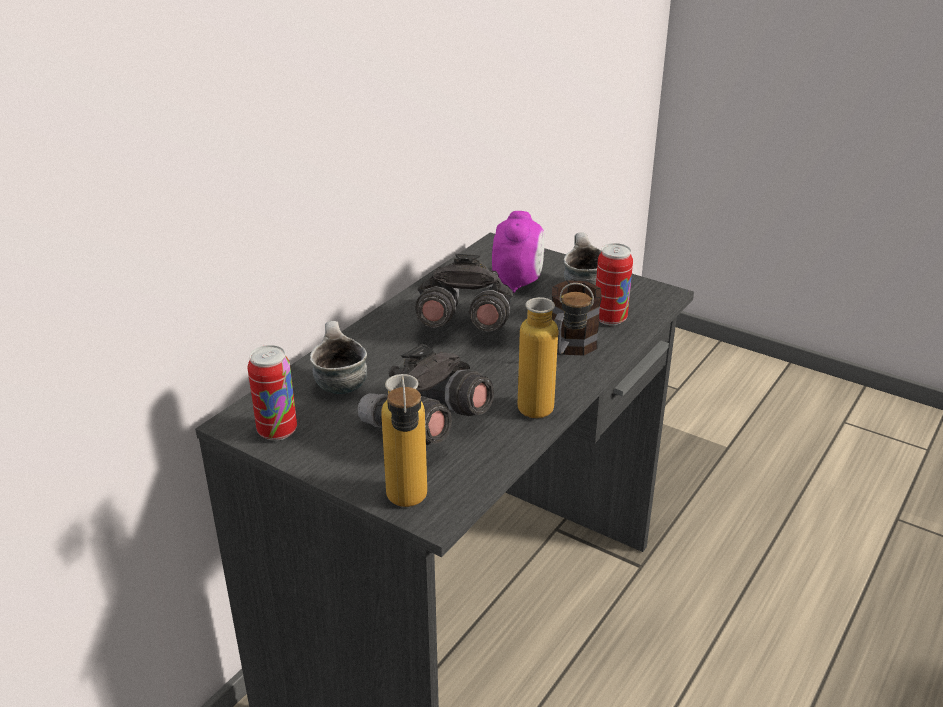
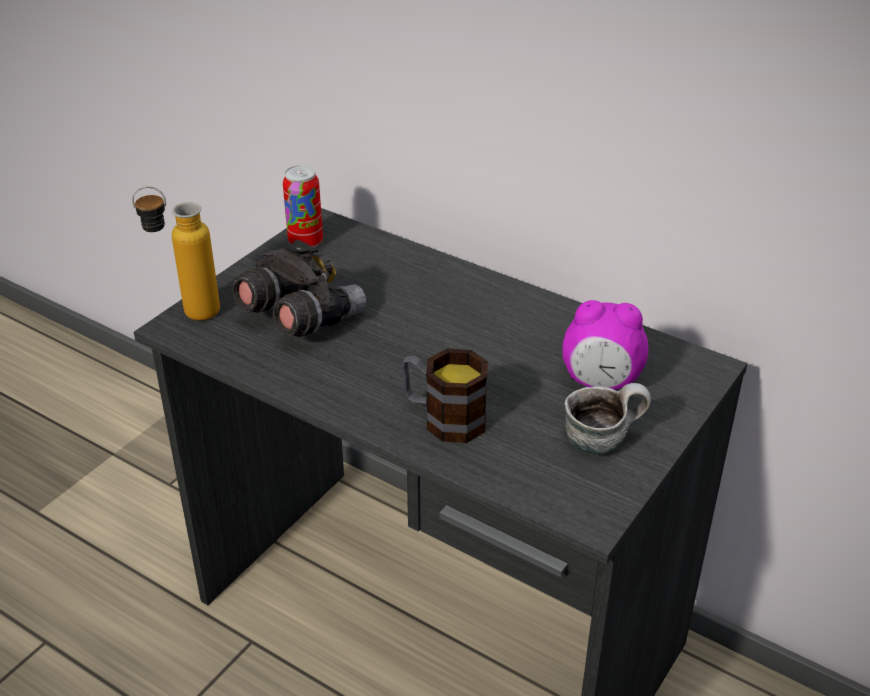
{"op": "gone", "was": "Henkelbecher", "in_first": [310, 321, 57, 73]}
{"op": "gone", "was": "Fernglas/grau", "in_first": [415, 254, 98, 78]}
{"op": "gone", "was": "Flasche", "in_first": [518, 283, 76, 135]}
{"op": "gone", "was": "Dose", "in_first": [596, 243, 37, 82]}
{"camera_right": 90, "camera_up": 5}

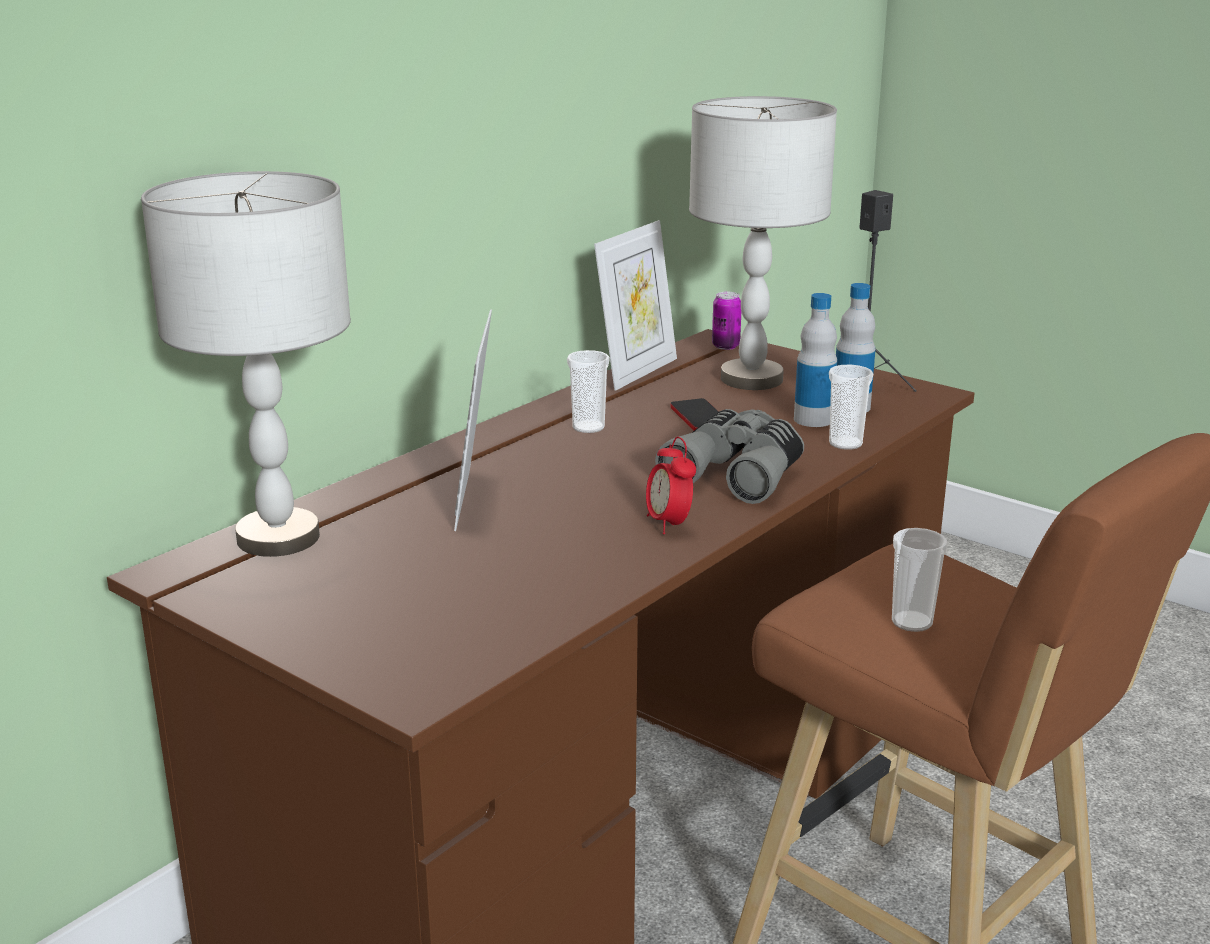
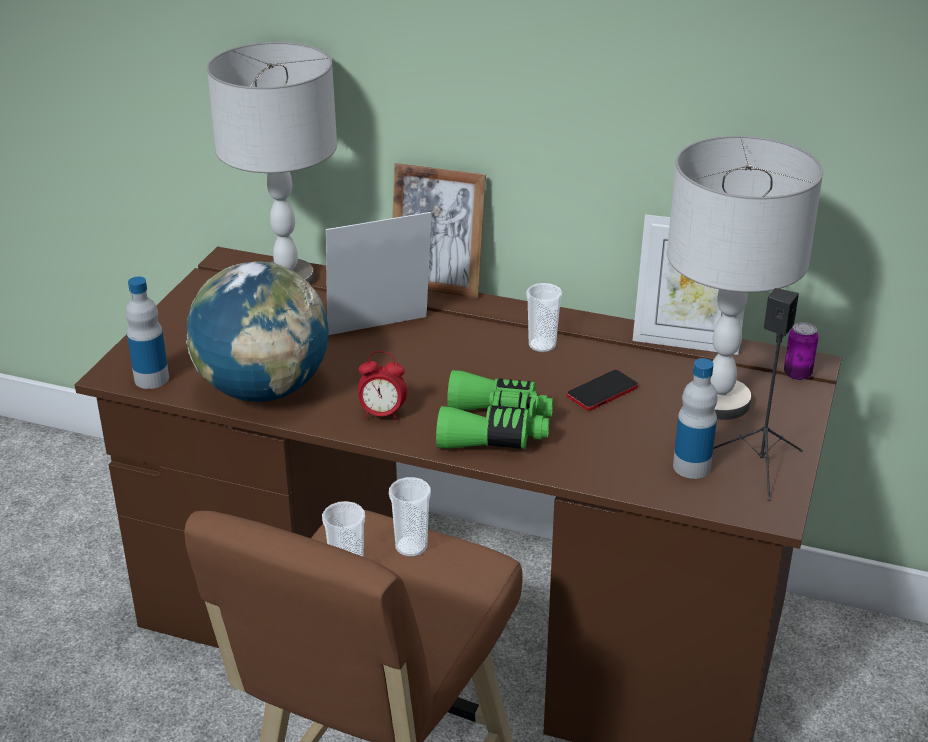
{"op": "new", "now": "Globus", "in_second": [186, 261, 143, 141]}
{"op": "new", "now": "Bilderrahmen", "in_second": [392, 163, 94, 135]}
{"op": "shifted", "was": "Flasche", "in_first": [794, 293, 43, 134], "in_second": [126, 276, 43, 113]}
{"op": "shifted", "was": "Tasse", "in_first": [829, 365, 44, 85], "in_second": [389, 477, 42, 80]}
{"op": "repainted", "was": "Fernglas/grau", "now": "Fernglas/grün", "in_first": [655, 409, 149, 95], "in_second": [436, 370, 117, 79]}
{"op": "rotated", "was": "Wecker", "in_first": [646, 437, 50, 97], "in_second": [358, 351, 49, 71], "clockwise": -135}
{"camera_right": 70, "camera_up": 10}

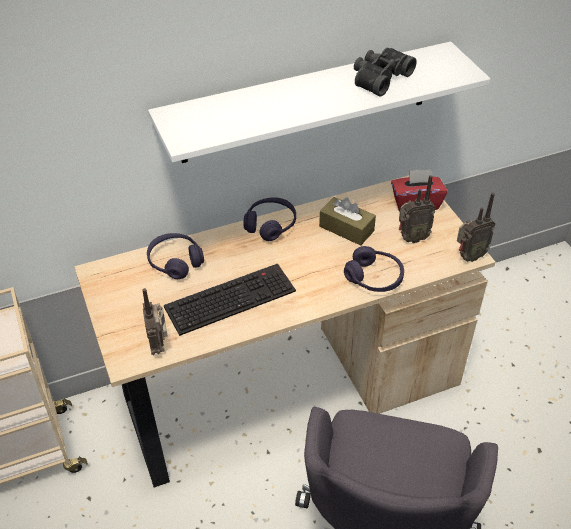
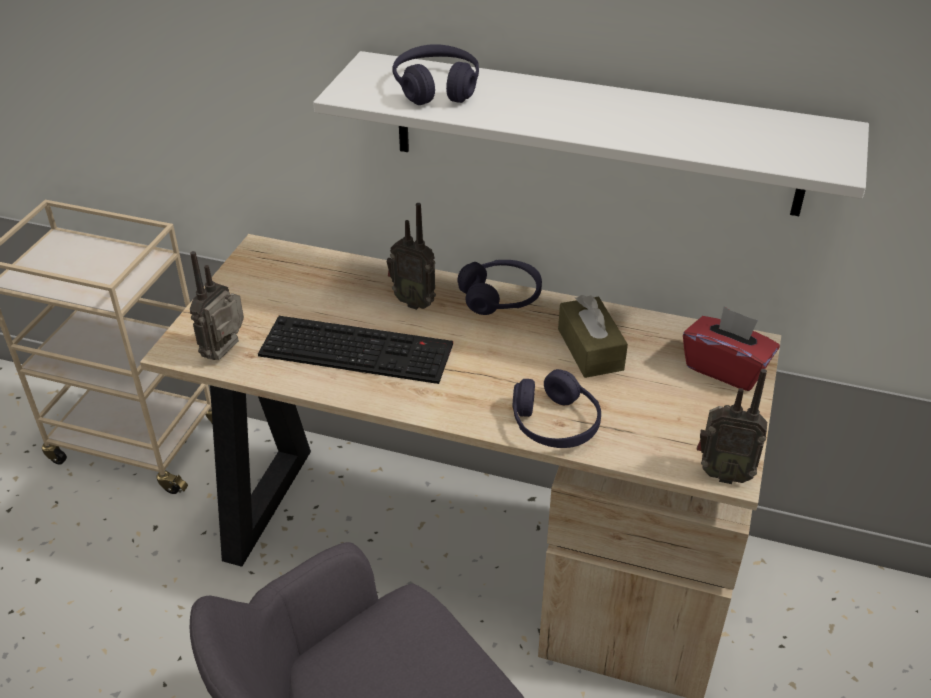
{"op": "gone", "was": "Fernglas/schwarz", "in_first": [354, 48, 63, 49]}
{"op": "shifted", "was": "Kopfhörer/lila", "in_first": [147, 233, 57, 46], "in_second": [392, 44, 87, 61]}
{"op": "shifted", "was": "Radio", "in_first": [399, 175, 36, 68], "in_second": [387, 203, 49, 107]}
{"camera_right": 40, "camera_up": -5}

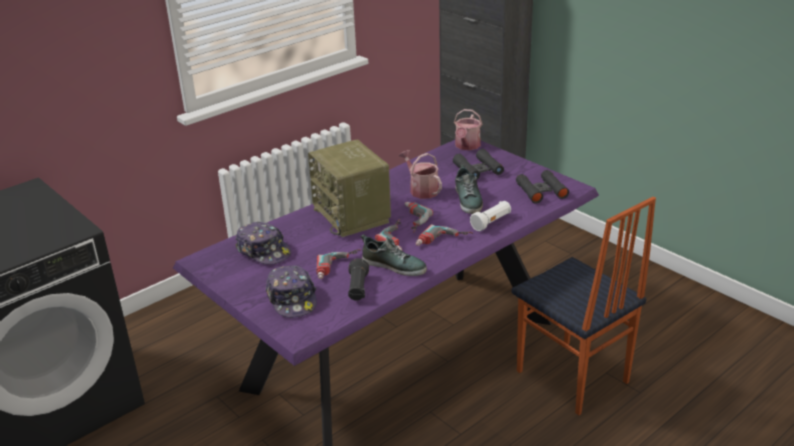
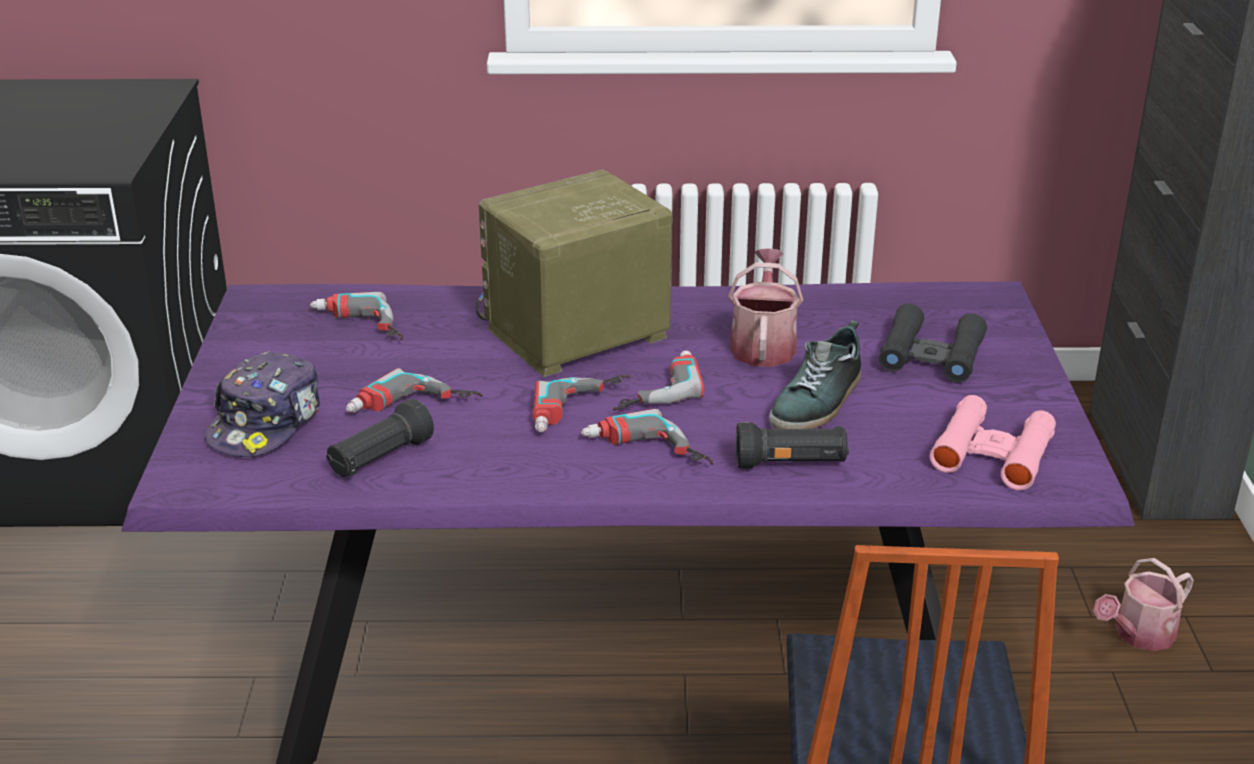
{"op": "gone", "was": "Schuh", "in_first": [361, 234, 66, 42]}
{"op": "shifted", "was": "Gießkanne", "in_first": [454, 109, 28, 41], "in_second": [1093, 558, 101, 93]}
{"op": "swapped", "was": "Kappe", "now": "Bohrmaschine", "in_first": [235, 222, 56, 43], "in_second": [310, 292, 93, 48]}
{"op": "repainted", "was": "Taschenlampe/weiß", "now": "Taschenlampe/schwarz", "in_first": [470, 201, 41, 30], "in_second": [736, 422, 113, 46]}
{"op": "repainted", "was": "Fernglas/schwarz", "now": "Fernglas/rosa", "in_first": [516, 170, 53, 34], "in_second": [929, 395, 127, 95]}
{"op": "rotated", "was": "Radio", "in_first": [308, 139, 83, 98], "in_second": [475, 169, 198, 208], "clockwise": 45}
{"camera_right": 40, "camera_up": 0}

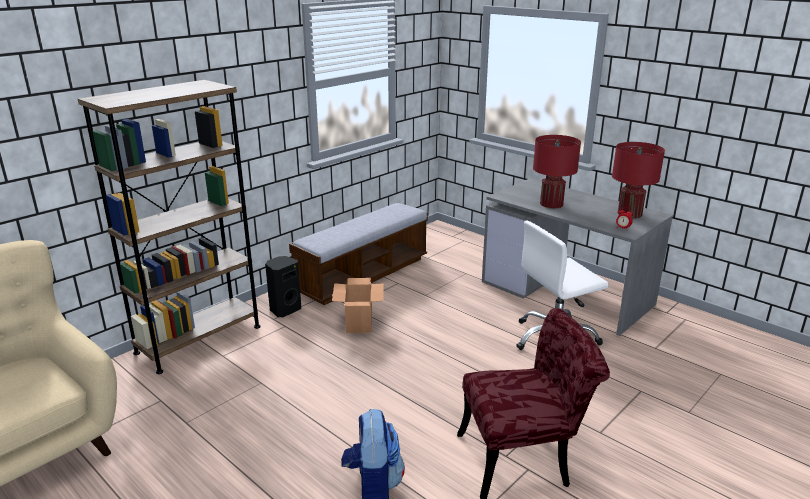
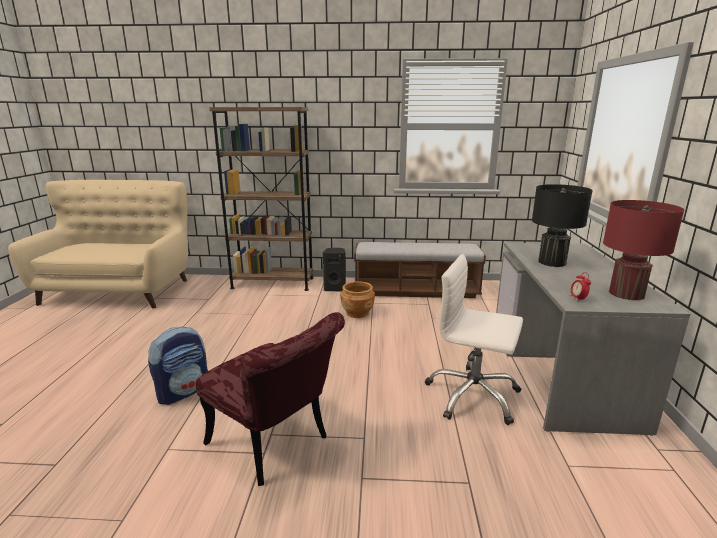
{"op": "swapped", "was": "Karton", "now": "Pflanzkübel/braun", "in_first": [332, 278, 52, 55], "in_second": [340, 281, 35, 37]}
{"op": "repainted", "was": "Tischlampe/rot", "now": "Tischlampe/schwarz", "in_first": [533, 135, 48, 73], "in_second": [532, 184, 61, 83]}
{"camera_right": 50, "camera_up": -5}

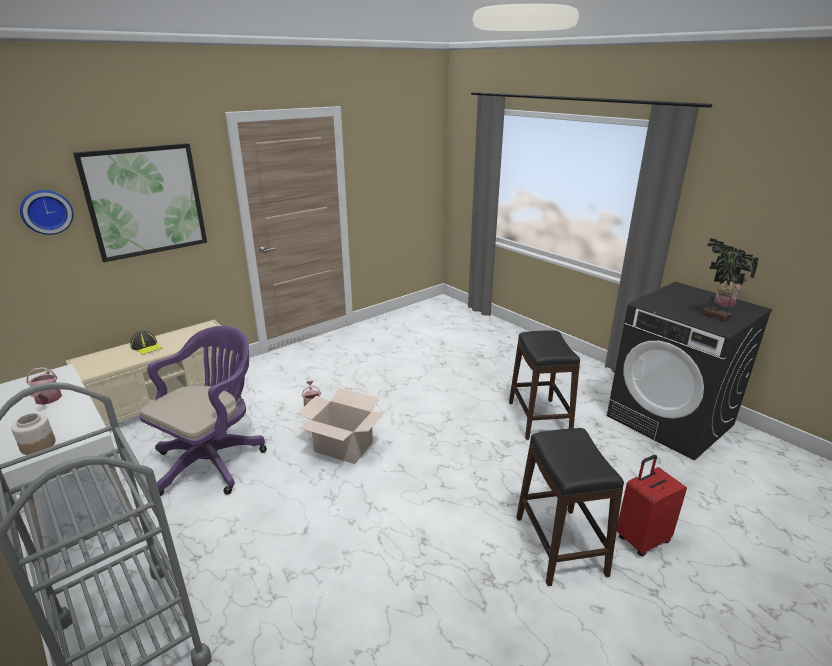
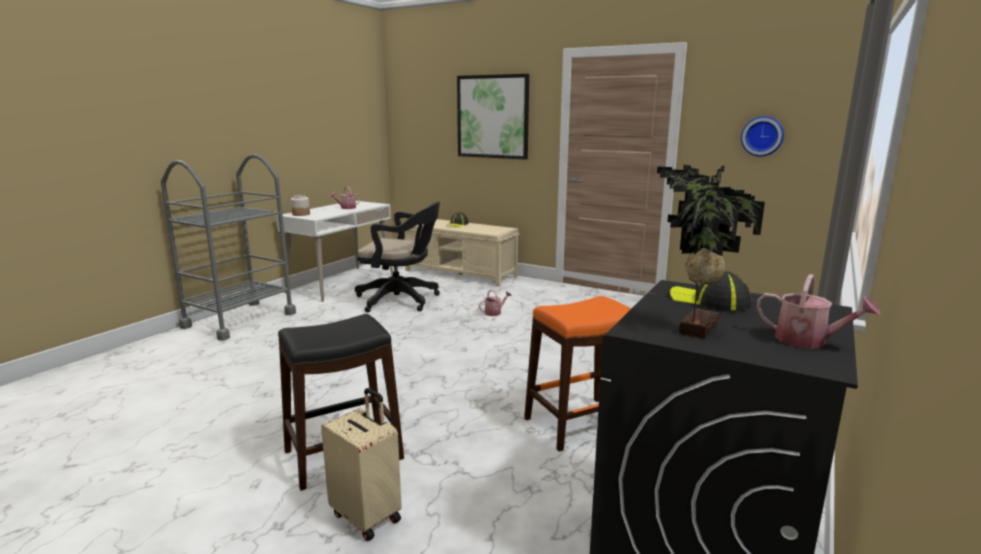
{"op": "gone", "was": "Karton", "in_first": [297, 388, 88, 76]}
{"op": "new", "now": "Kappe", "in_second": [670, 271, 81, 40]}
{"op": "shifted", "was": "Wanduhr", "in_first": [20, 190, 53, 45], "in_second": [741, 116, 43, 41]}
{"op": "repainted", "was": "Bürostuhl/lila", "now": "Bürostuhl/schwarz", "in_first": [140, 326, 127, 170], "in_second": [355, 202, 85, 110]}
{"op": "repainted", "was": "Hocker/schwarz", "now": "Hocker/orange", "in_first": [509, 330, 71, 110], "in_second": [524, 296, 107, 156]}
{"op": "repainted", "was": "Koffer/rot", "now": "Koffer/beige", "in_first": [617, 455, 70, 101], "in_second": [321, 388, 81, 153]}
{"camera_right": 70, "camera_up": -10}

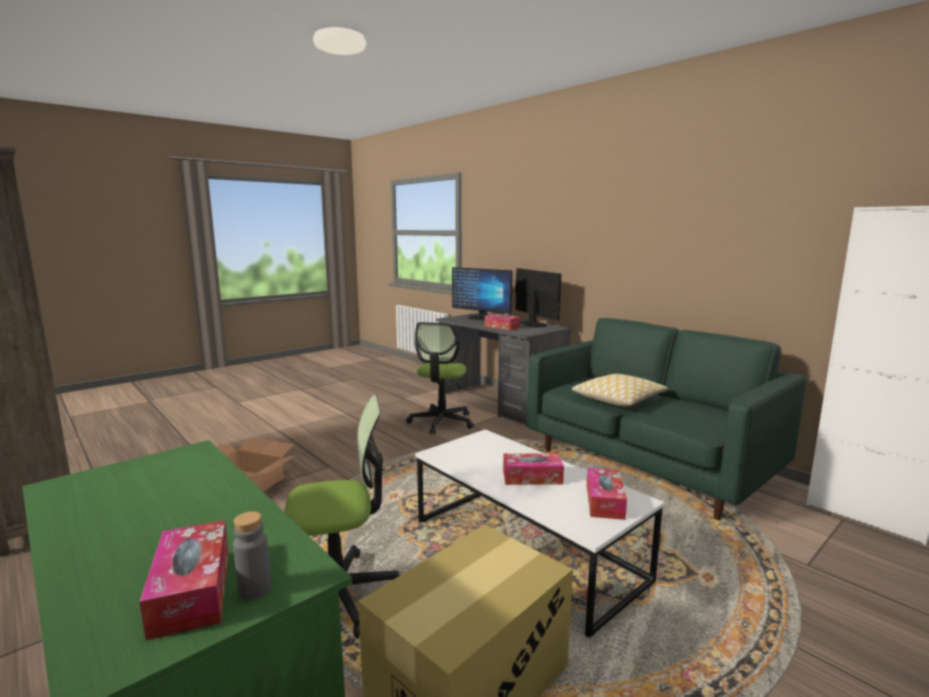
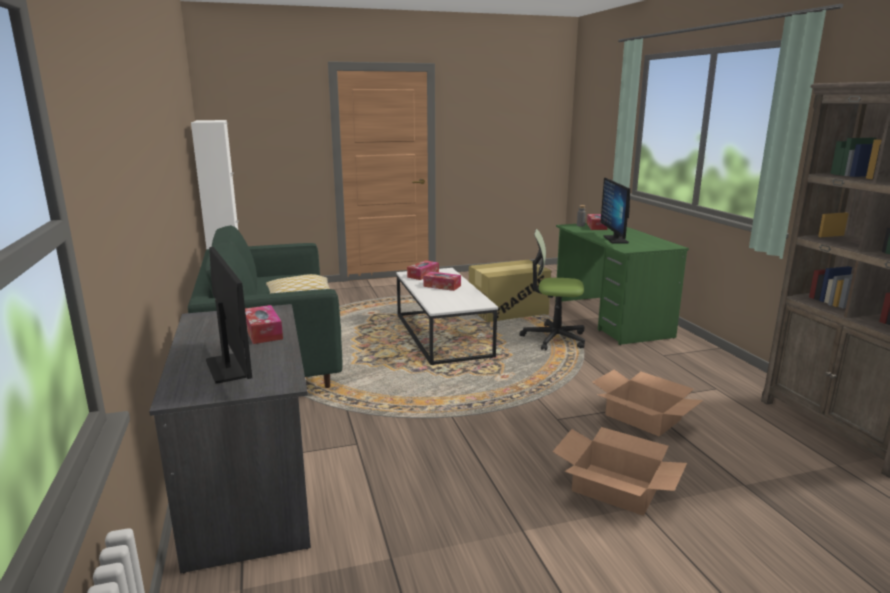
{"op": "gone", "was": "Bürostuhl", "in_first": [406, 322, 68, 112]}
{"op": "new", "now": "Karton", "in_second": [552, 427, 135, 89]}
{"op": "shifted", "was": "Monitor", "in_first": [515, 268, 46, 59], "in_second": [601, 178, 29, 66]}
{"camera_right": -155, "camera_up": 5}

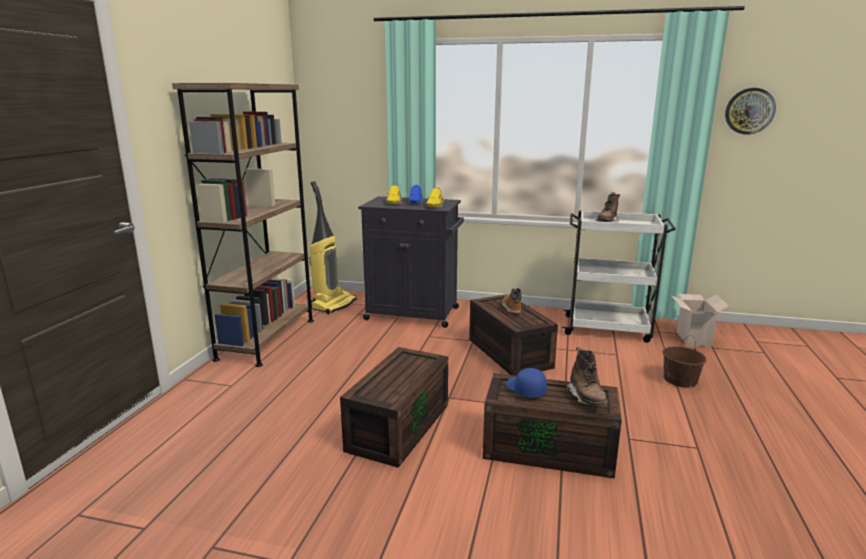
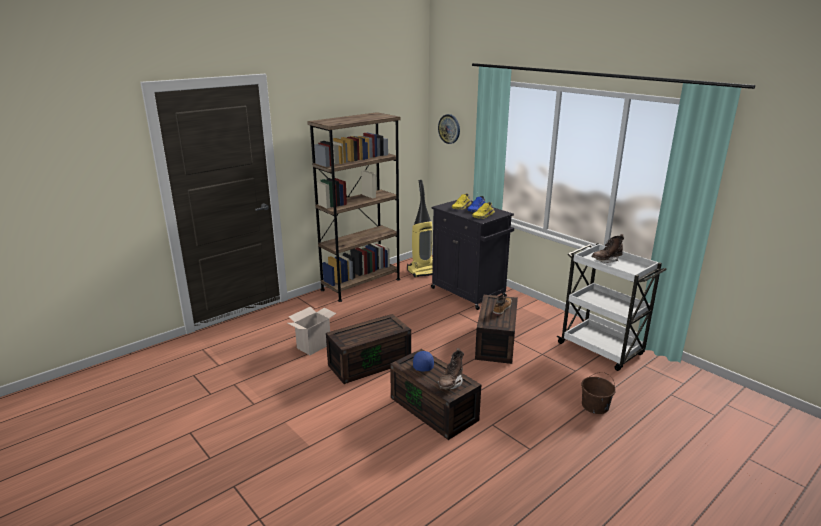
{"op": "shifted", "was": "Karton", "in_first": [671, 294, 59, 53], "in_second": [288, 307, 49, 48]}
{"op": "shifted", "was": "Wanduhr", "in_first": [725, 88, 51, 47], "in_second": [438, 114, 22, 30]}
{"camera_right": 35, "camera_up": 5}

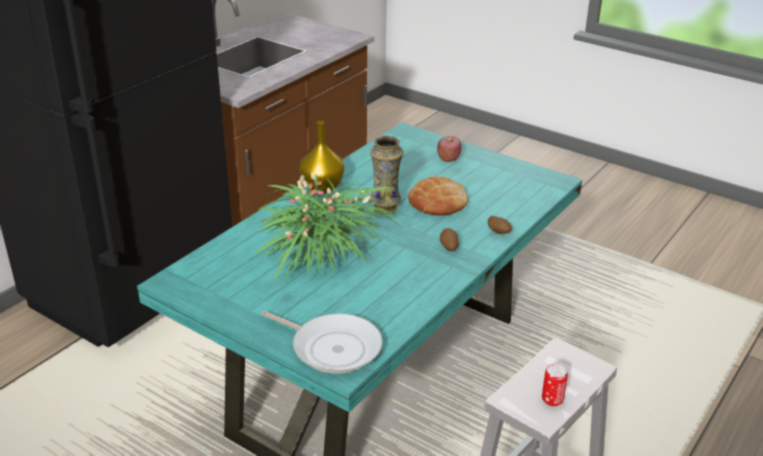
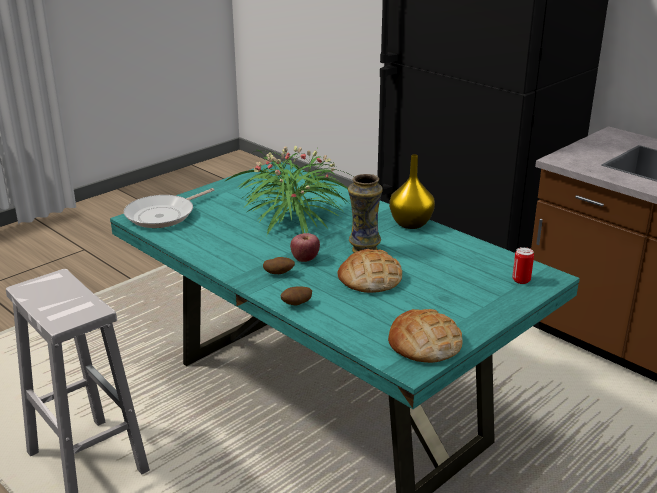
{"op": "new", "now": "Brot", "in_second": [388, 309, 75, 54]}
{"op": "shifted", "was": "Apfel", "in_first": [437, 136, 25, 26], "in_second": [290, 233, 30, 29]}
{"op": "shifted", "was": "Dose", "in_first": [542, 363, 26, 43], "in_second": [512, 247, 22, 37]}
{"camera_right": 100, "camera_up": -5}

